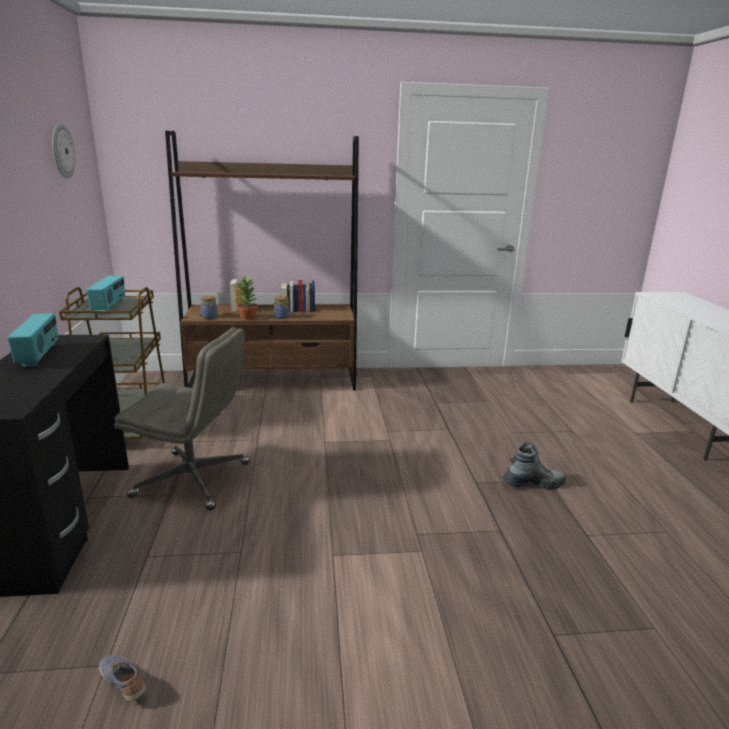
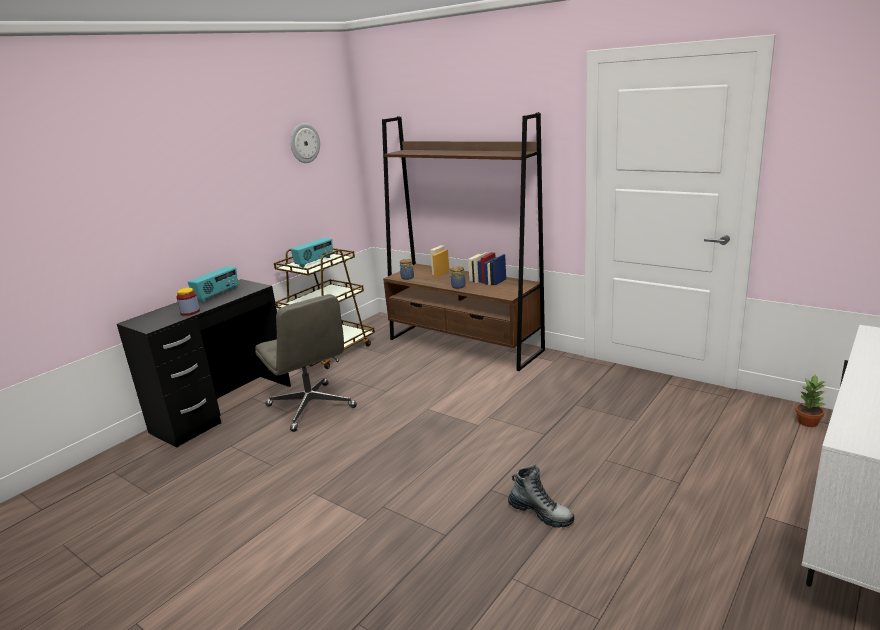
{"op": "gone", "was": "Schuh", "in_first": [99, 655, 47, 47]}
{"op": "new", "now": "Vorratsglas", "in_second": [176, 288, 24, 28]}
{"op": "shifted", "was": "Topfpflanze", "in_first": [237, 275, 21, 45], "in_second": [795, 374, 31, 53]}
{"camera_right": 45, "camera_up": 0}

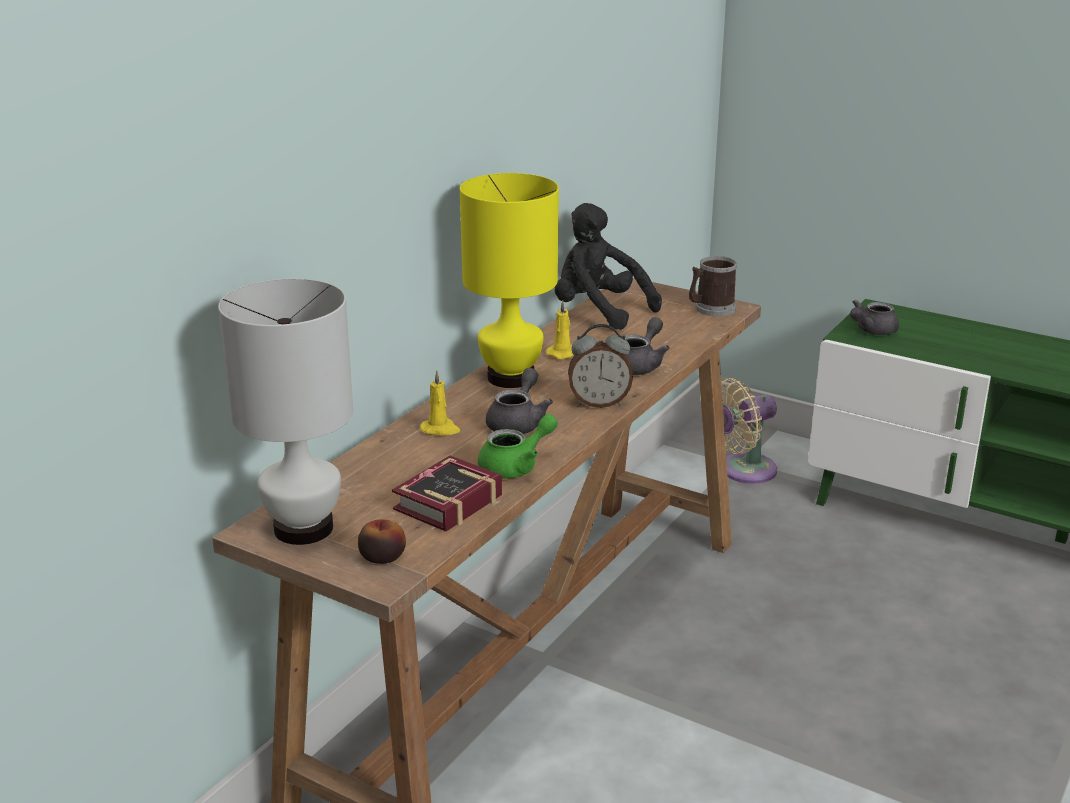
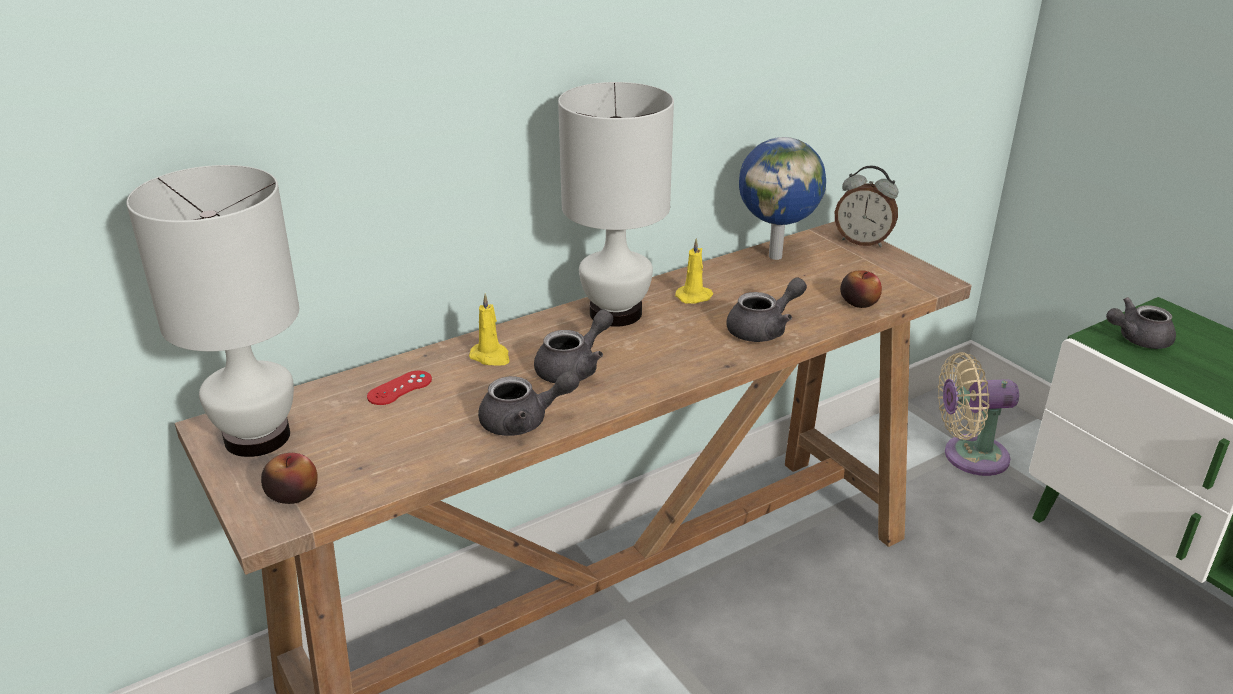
{"op": "gone", "was": "Buch", "in_first": [392, 455, 110, 77]}
{"op": "gone", "was": "Henkelbecher", "in_first": [689, 256, 48, 60]}
{"op": "new", "now": "Gamepad/rot", "in_second": [367, 371, 65, 34]}
{"op": "new", "now": "Apfel", "in_second": [840, 270, 42, 38]}
{"op": "shifted", "was": "Wecker", "in_first": [568, 324, 65, 84], "in_second": [835, 166, 63, 81]}
{"op": "swapped", "was": "Plüschtier/schwarz", "now": "Globus", "in_first": [555, 203, 107, 127], "in_second": [739, 137, 87, 123]}
{"op": "repainted", "was": "Tischlampe/gelb", "now": "Tischlampe/weiß", "in_first": [460, 173, 99, 215], "in_second": [558, 82, 116, 245]}
{"op": "repainted", "was": "Teekanne/grün", "now": "Teekanne/grau", "in_first": [478, 414, 80, 65], "in_second": [478, 371, 101, 65]}
{"camera_right": 25, "camera_up": 5}

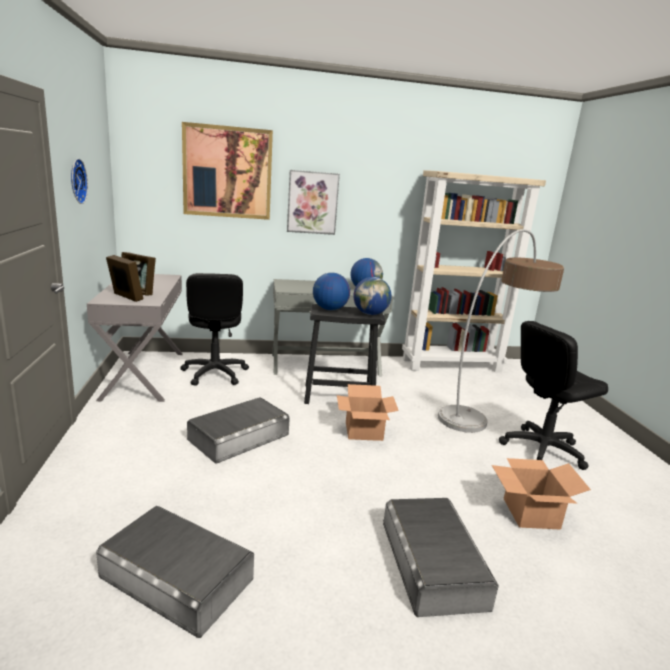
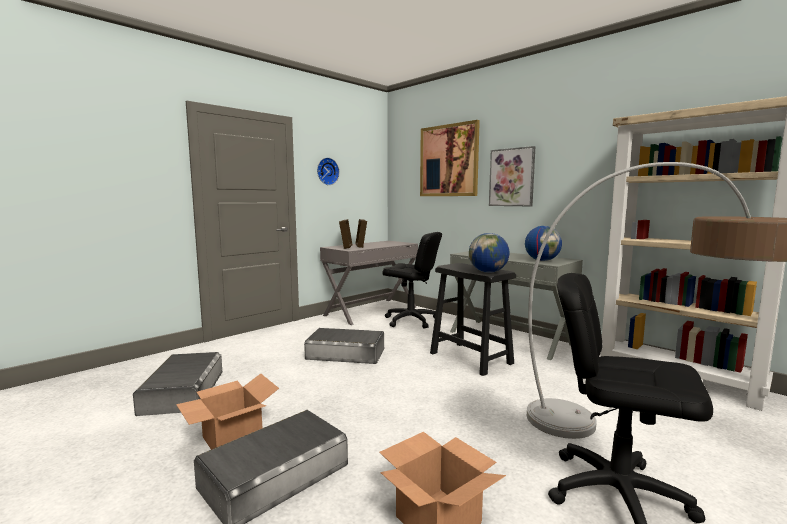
{"op": "gone", "was": "Globus", "in_first": [313, 272, 37, 38]}
{"op": "shifted", "was": "Karton", "in_first": [337, 384, 62, 57], "in_second": [176, 374, 103, 76]}
{"op": "rotated", "was": "Bürostuhl/schwarz", "in_first": [180, 273, 69, 113], "in_second": [382, 232, 60, 96], "clockwise": -105}
{"camera_right": 55, "camera_up": -10}

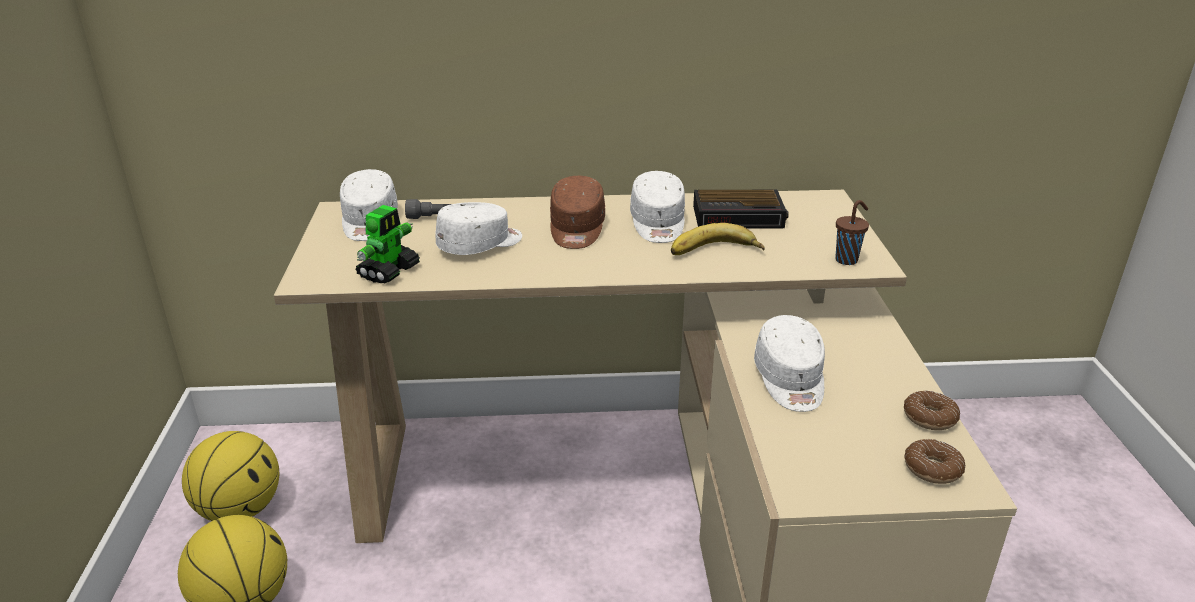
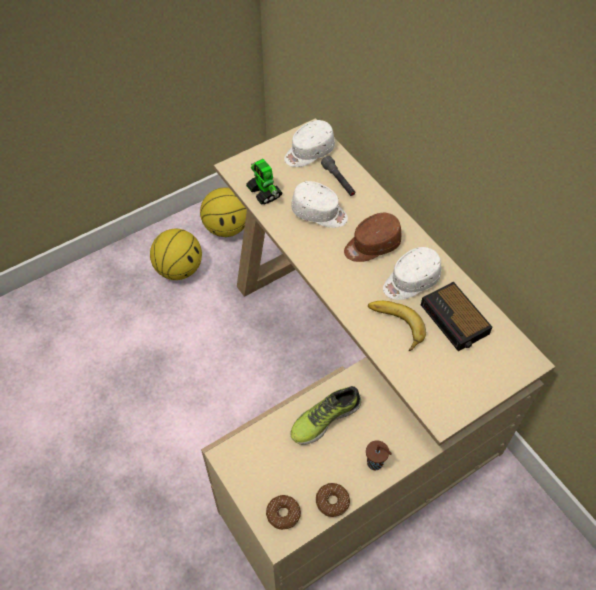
{"op": "shifted", "was": "Tasse/braun", "in_first": [835, 200, 34, 65], "in_second": [366, 440, 26, 30]}
{"op": "swapped", "was": "Kappe/weiß", "now": "Schuh", "in_first": [754, 315, 71, 97], "in_second": [290, 386, 71, 59]}
{"op": "rotated", "was": "Spielzeugroboter", "in_first": [355, 205, 65, 78], "in_second": [246, 159, 36, 46], "clockwise": 60}
{"camera_right": 60, "camera_up": 25}

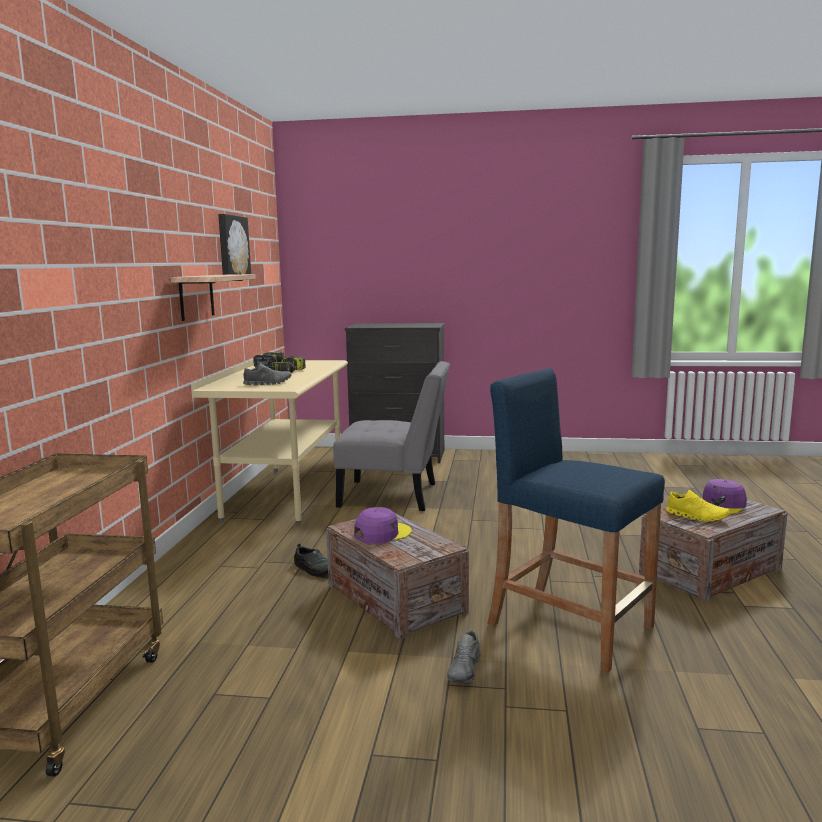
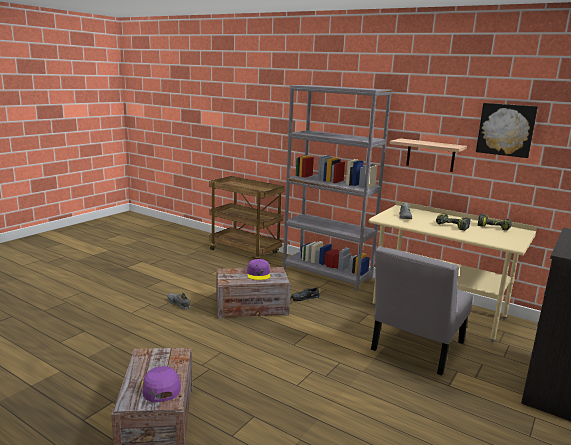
{"op": "gone", "was": "Hocker/blau", "in_first": [487, 368, 178, 305]}
{"op": "gone", "was": "Schuh/gelb", "in_first": [666, 490, 64, 32]}
{"op": "new", "now": "Bücherregal/grau", "in_second": [283, 85, 109, 206]}
{"camera_right": 115, "camera_up": 5}

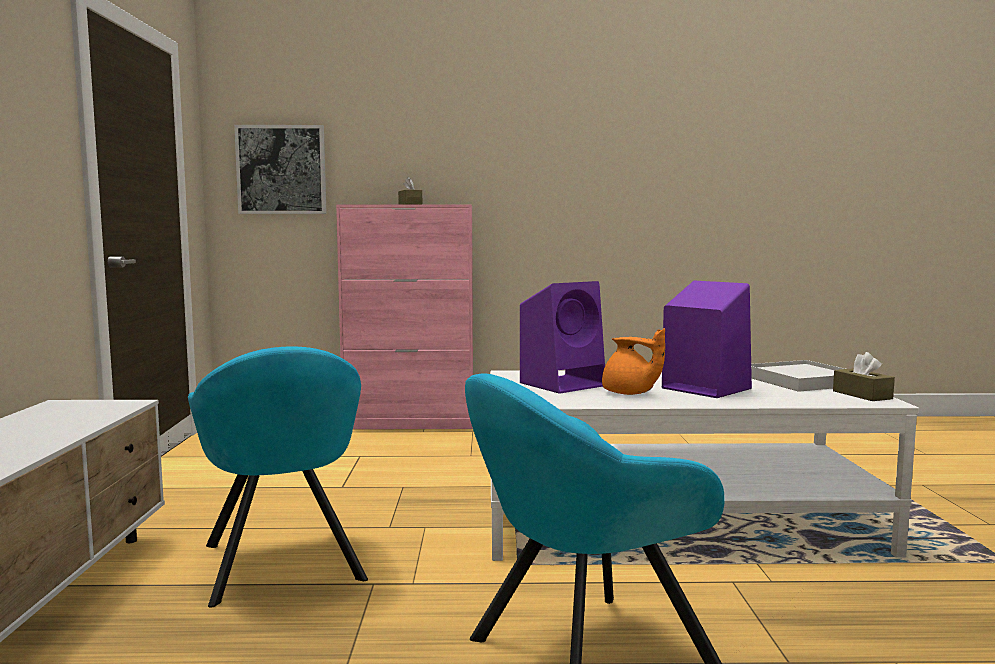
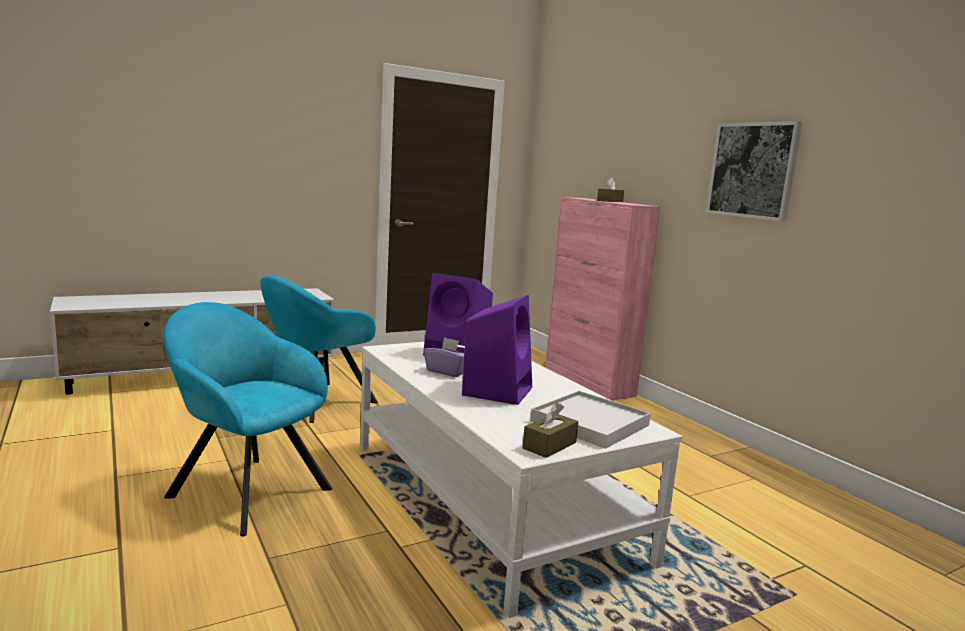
{"op": "shifted", "was": "Bild", "in_first": [234, 125, 93, 89], "in_second": [706, 121, 97, 100]}
{"op": "swapped", "was": "Teekanne/orange", "now": "Taschentuchbox/lila", "in_first": [602, 328, 63, 67], "in_second": [424, 337, 41, 40]}
{"camera_right": 60, "camera_up": 5}

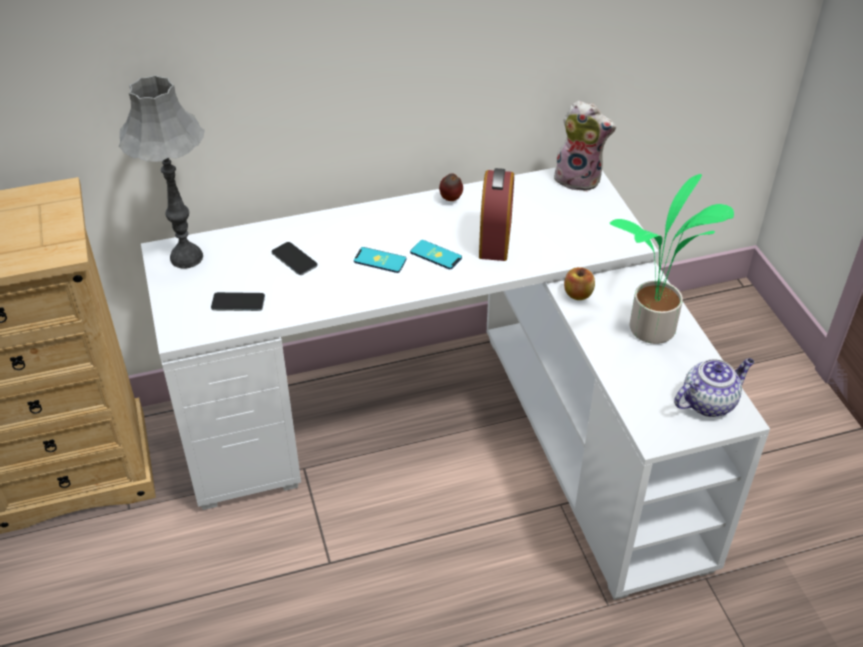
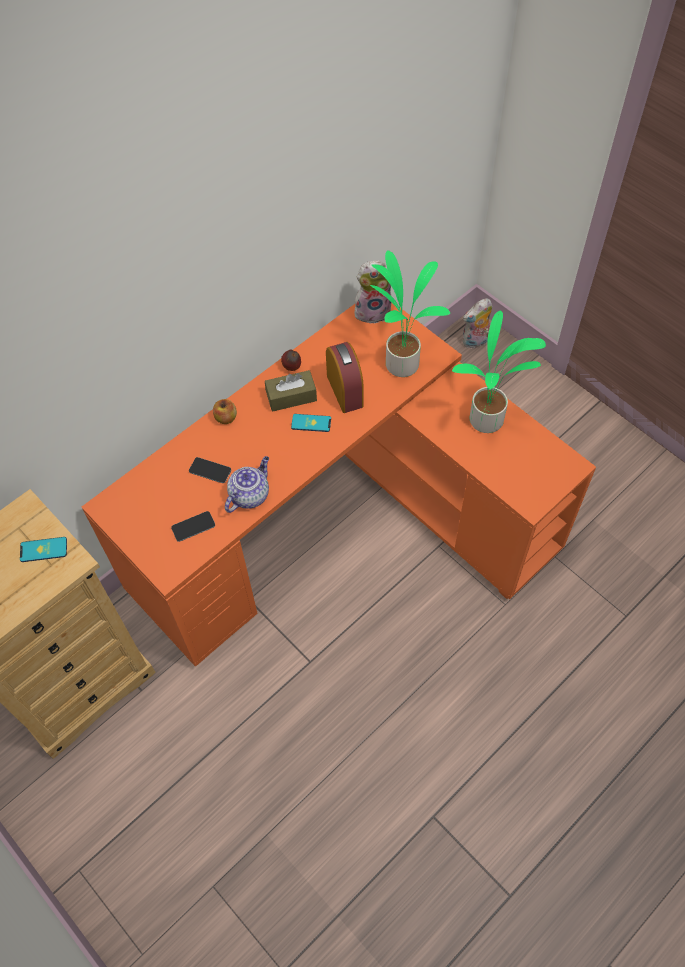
{"op": "gone", "was": "Tischlampe/grau", "in_first": [119, 75, 86, 194]}
{"op": "new", "now": "Taschentuchbox/braun", "in_second": [265, 370, 52, 42]}
{"op": "new", "now": "Topfpflanze", "in_second": [370, 250, 80, 127]}
{"op": "new", "now": "Plüschtier", "in_second": [462, 298, 30, 50]}
{"op": "shifted", "was": "Handy", "in_first": [354, 247, 53, 26], "in_second": [20, 537, 47, 25]}
{"op": "shifted", "was": "Apfel", "in_first": [564, 267, 31, 33], "in_second": [213, 399, 24, 25]}
{"op": "shifted", "was": "Teekanne", "in_first": [674, 358, 80, 59], "in_second": [225, 456, 44, 57]}
{"op": "repainted", "was": "Schreibtisch/weiß", "now": "Schreibtisch/orange", "in_first": [141, 168, 629, 432], "in_second": [82, 303, 514, 363]}
{"camera_right": -25, "camera_up": 15}

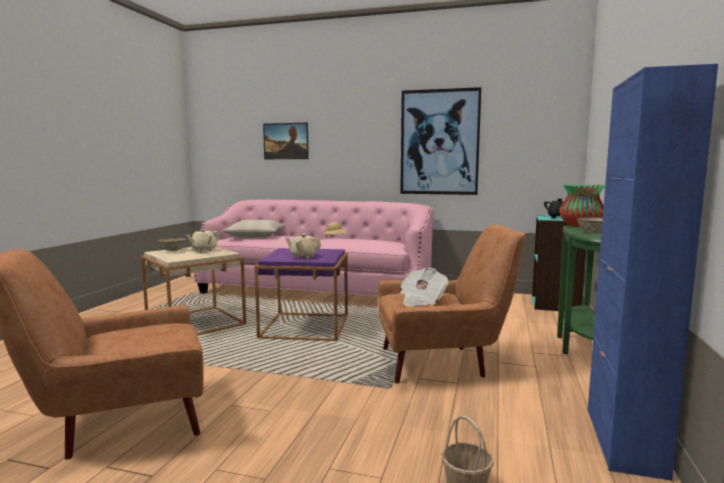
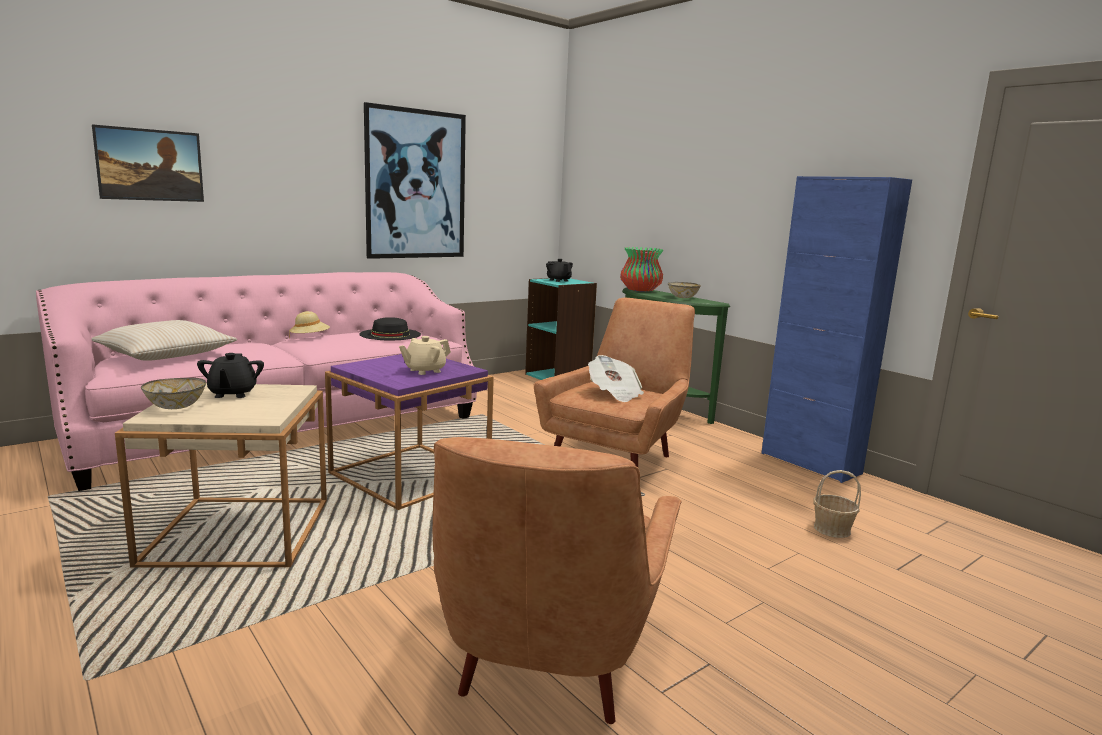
{"op": "new", "now": "Hut/schwarz", "in_second": [359, 317, 62, 23]}
{"op": "repainted", "was": "Teekanne/beige", "now": "Teekanne/schwarz", "in_first": [186, 229, 34, 23], "in_second": [197, 353, 67, 45]}
{"camera_right": -55, "camera_up": 5}

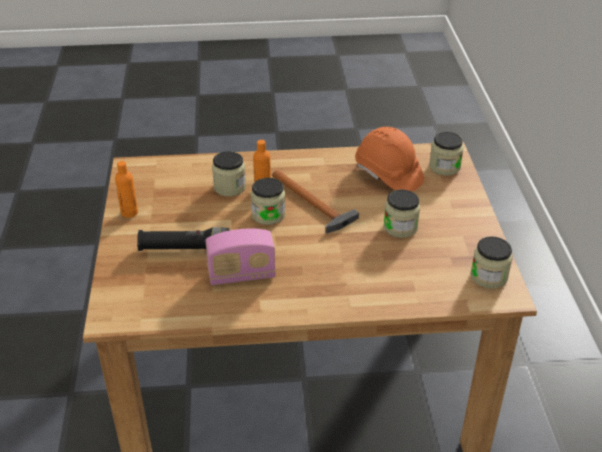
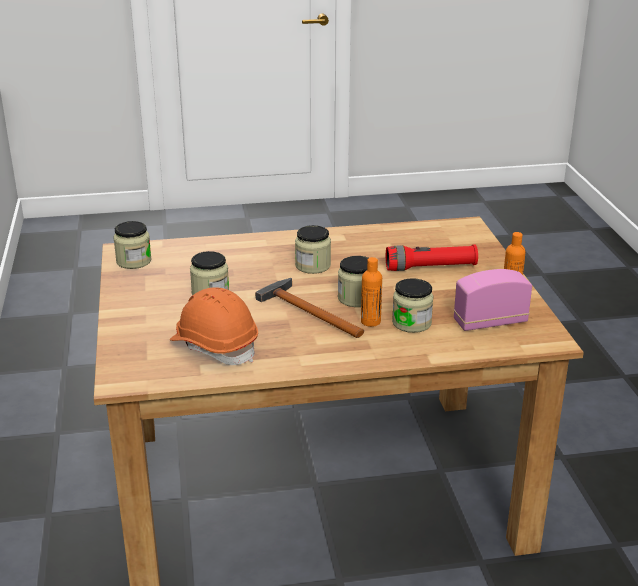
{"op": "shifted", "was": "Radio", "in_first": [206, 228, 70, 57], "in_second": [454, 269, 78, 62]}
{"op": "shifted", "was": "Vorratsglas", "in_first": [429, 132, 35, 44], "in_second": [295, 225, 36, 49]}
{"op": "repainted", "was": "Taschenlampe/schwarz", "now": "Taschenlampe/rot", "in_first": [137, 227, 93, 24], "in_second": [386, 244, 92, 27]}
{"camera_right": 175, "camera_up": -10}

